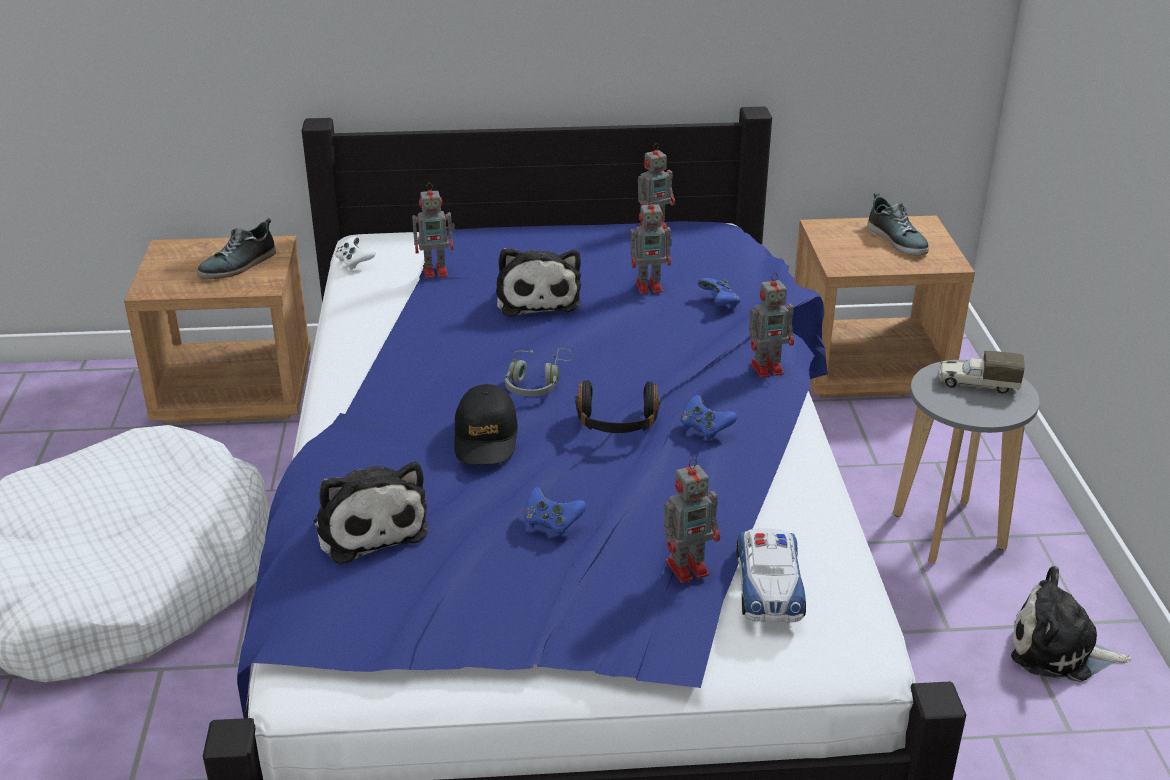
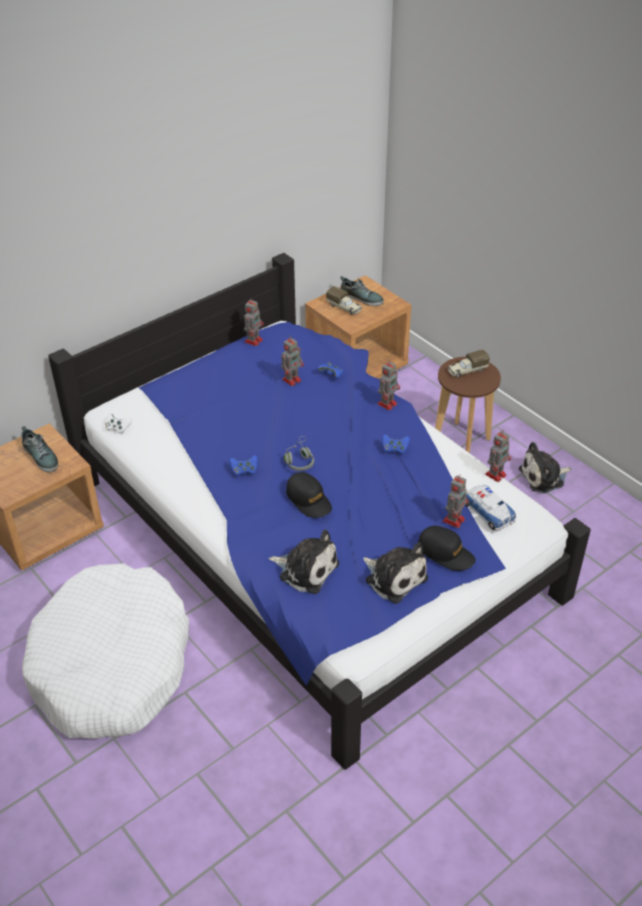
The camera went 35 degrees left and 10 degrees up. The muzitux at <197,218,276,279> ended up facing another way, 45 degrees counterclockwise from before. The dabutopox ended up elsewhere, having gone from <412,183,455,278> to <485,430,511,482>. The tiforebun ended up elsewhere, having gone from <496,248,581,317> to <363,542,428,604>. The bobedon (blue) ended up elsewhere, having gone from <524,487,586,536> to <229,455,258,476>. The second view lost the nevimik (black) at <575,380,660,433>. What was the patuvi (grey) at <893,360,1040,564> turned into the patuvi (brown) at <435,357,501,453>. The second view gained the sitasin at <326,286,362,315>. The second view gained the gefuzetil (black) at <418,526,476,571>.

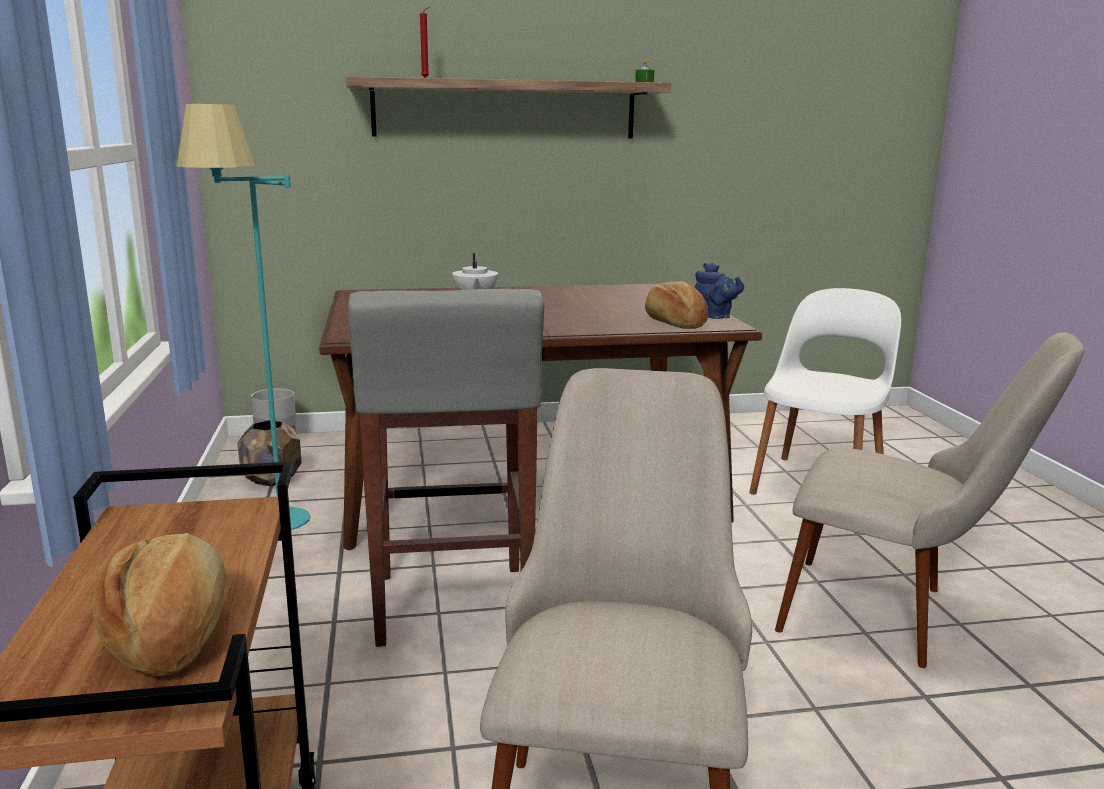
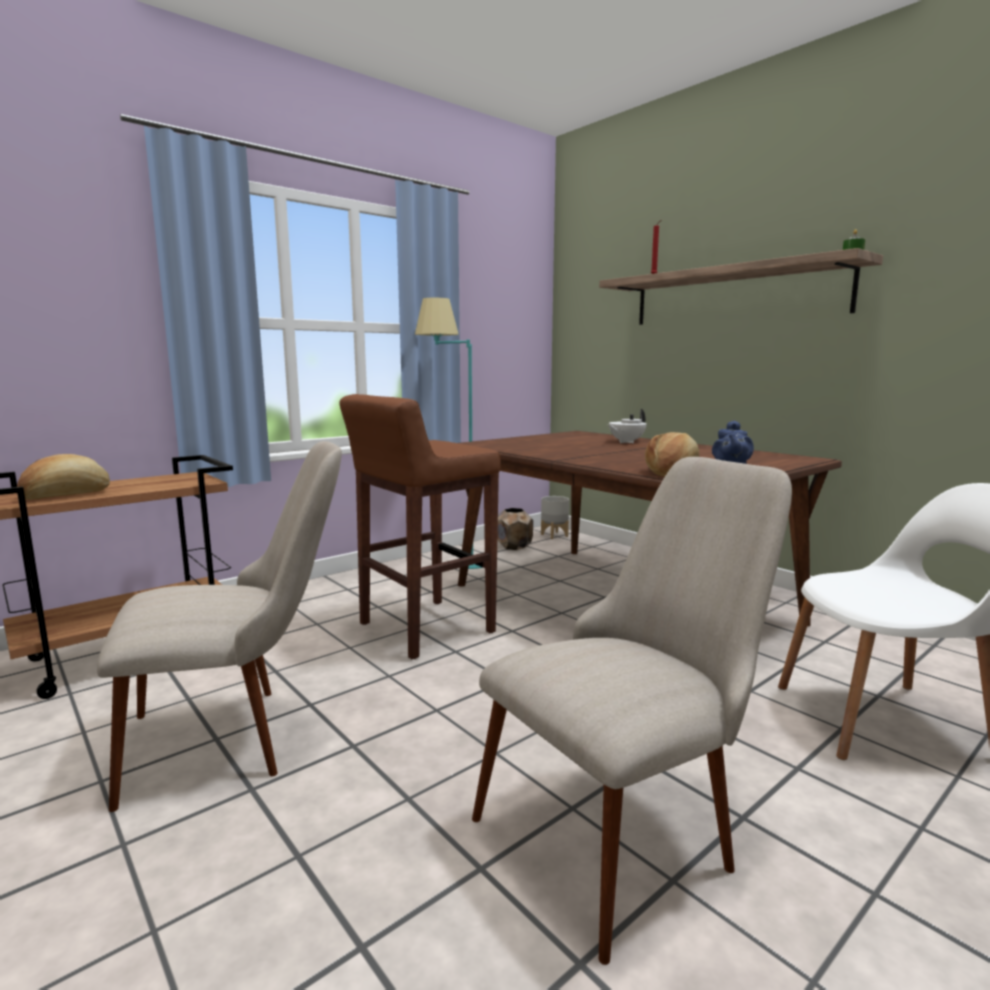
The camera went 60 degrees right and 5 degrees down. What was the patuvi (grey) at <348,289,544,647> turned into the patuvi (brown) at <339,394,501,659>. The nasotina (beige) at <775,332,1085,668> ended up facing another way, 120 degrees counterclockwise from before.

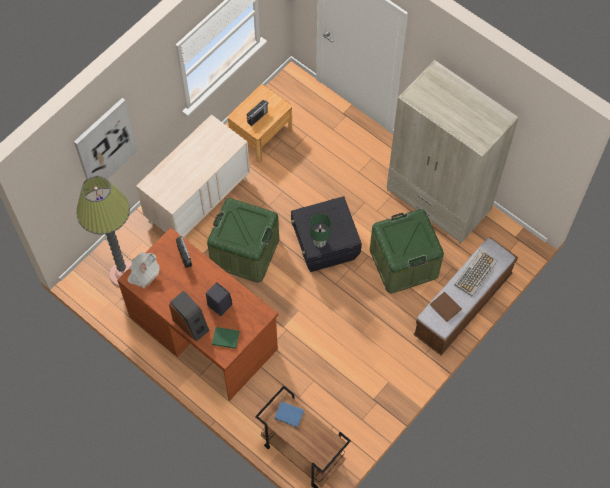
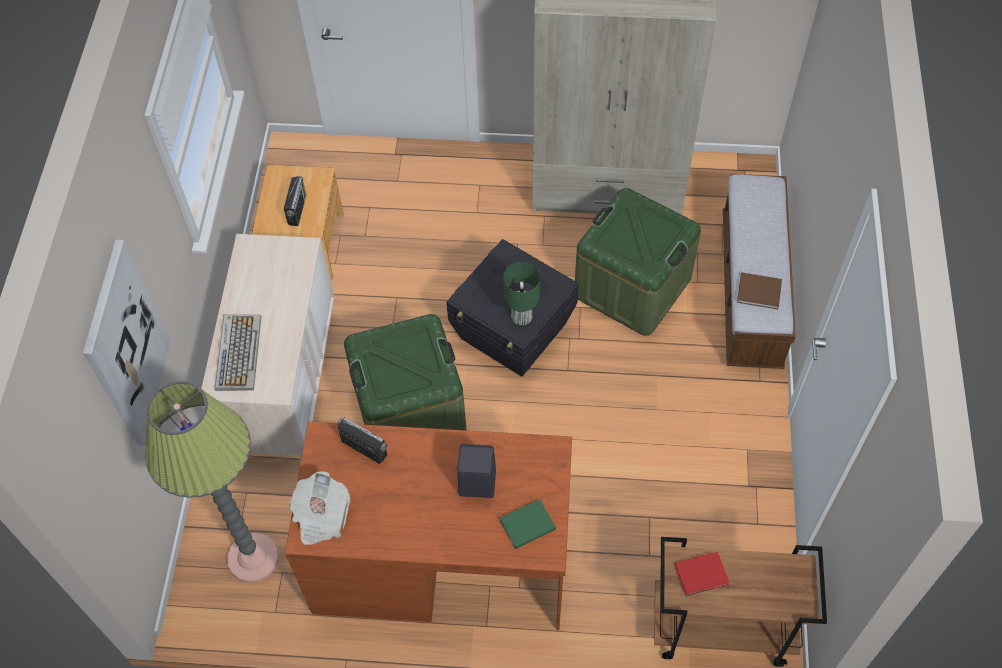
The camera went 35 degrees left and 5 degrees down. The second view lost the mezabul at <169,291,209,342>. What was the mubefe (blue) at <274,401,304,427> turned into the mubefe (red) at <675,552,729,596>. The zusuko ended up elsewhere, having gone from <454,249,497,296> to <214,314,261,391>.

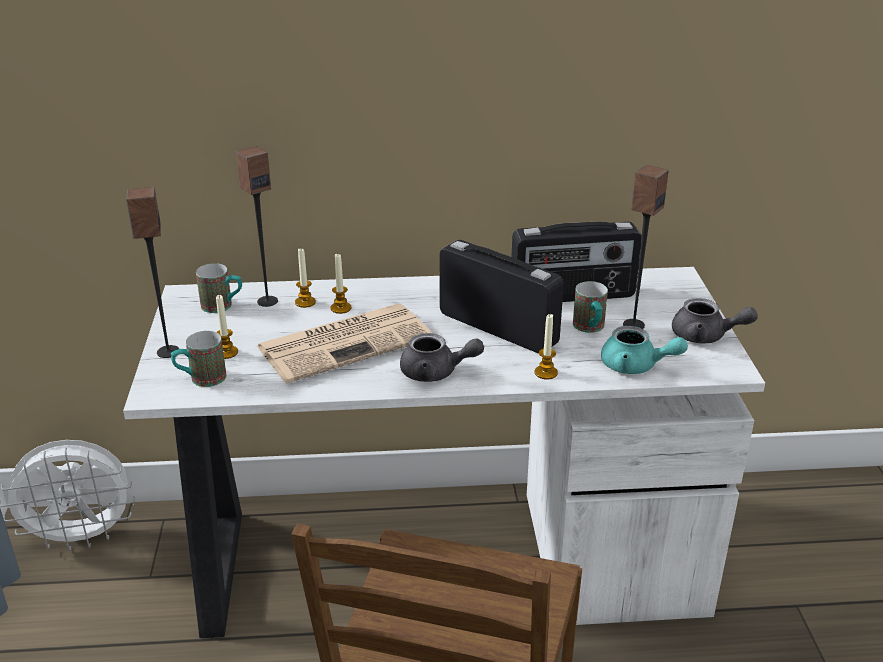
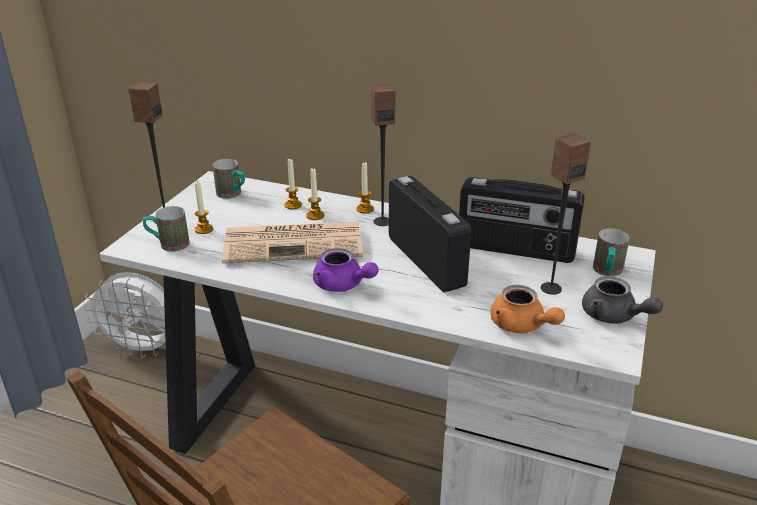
The camera went 25 degrees right and 0 degrees up. The mezabul ended up elsewhere, having gone from <236,146,278,307> to <371,84,395,226>. What was the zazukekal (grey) at <400,333,484,382> turned into the zazukekal (purple) at <313,248,379,292>. The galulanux ended up elsewhere, having gone from <535,314,558,380> to <356,162,374,213>. The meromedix ended up elsewhere, having gone from <573,281,608,333> to <593,228,630,277>. What was the zazukekal (turquoise) at <601,326,688,374> turned into the zazukekal (orange) at <490,285,565,333>.

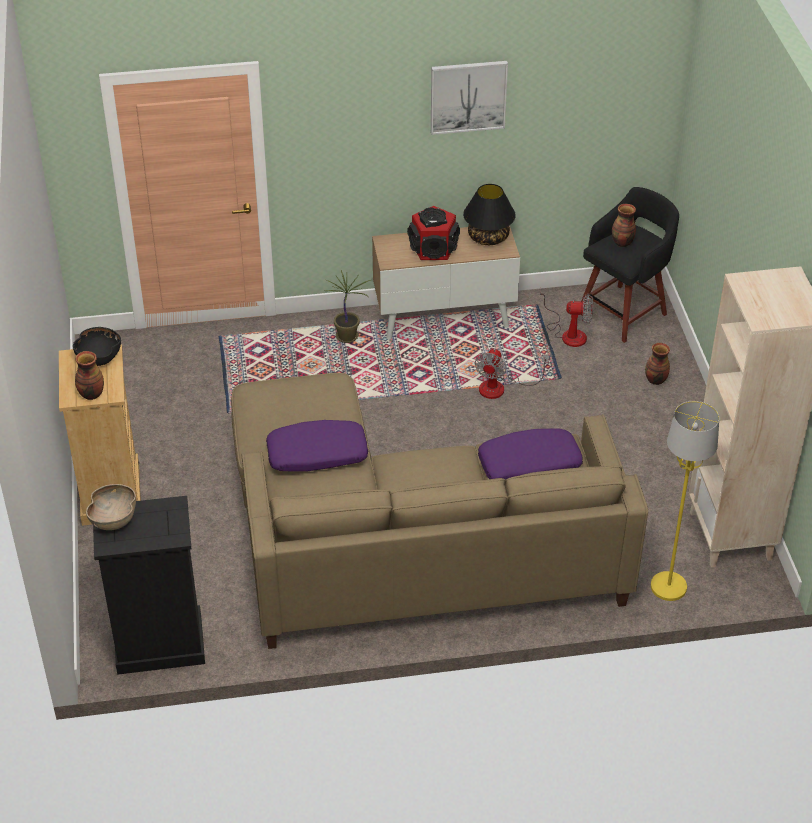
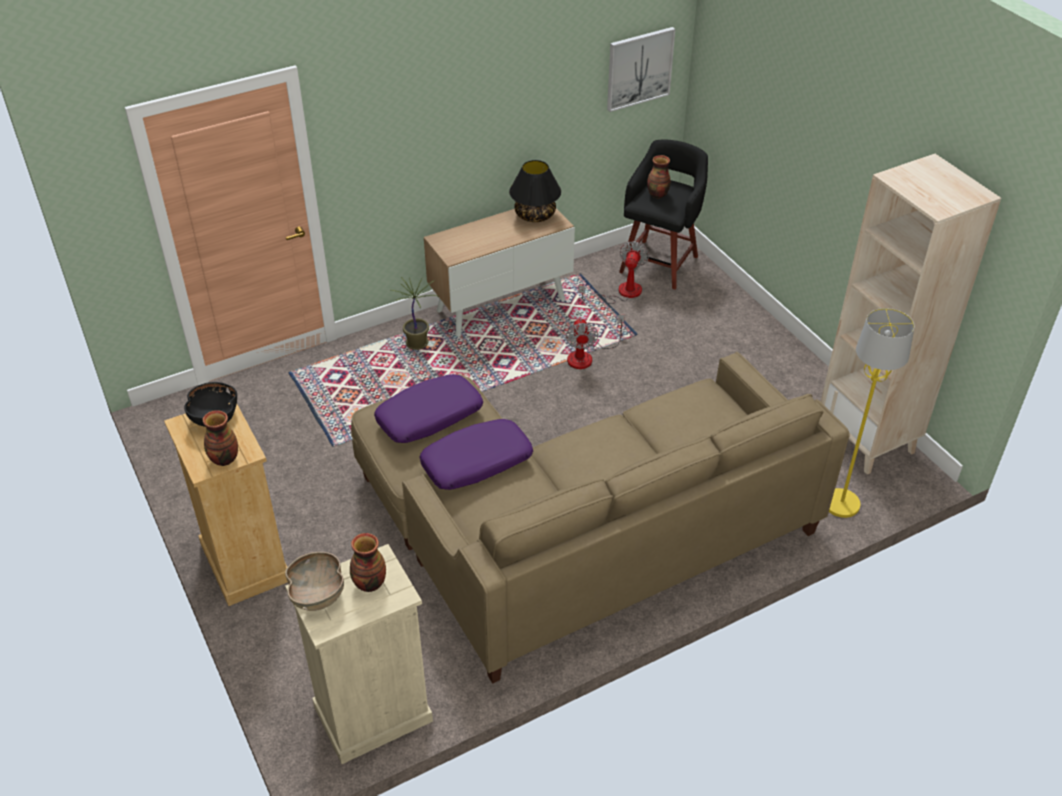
The camera went 20 degrees left and 0 degrees up. What was the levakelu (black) at <93,496,205,675> turned into the levakelu (beige) at <285,544,433,764>. The second view lost the mezabul at <407,206,460,260>. The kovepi ended up elsewhere, having gone from <431,61,508,135> to <607,27,675,112>. The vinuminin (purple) ended up elsewhere, having gone from <478,428,583,480> to <374,374,483,443>. The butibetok at <540,288,593,347> ended up facing another way, 60 degrees counterclockwise from before. The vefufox ended up elsewhere, having gone from <645,343,670,385> to <350,533,386,592>.

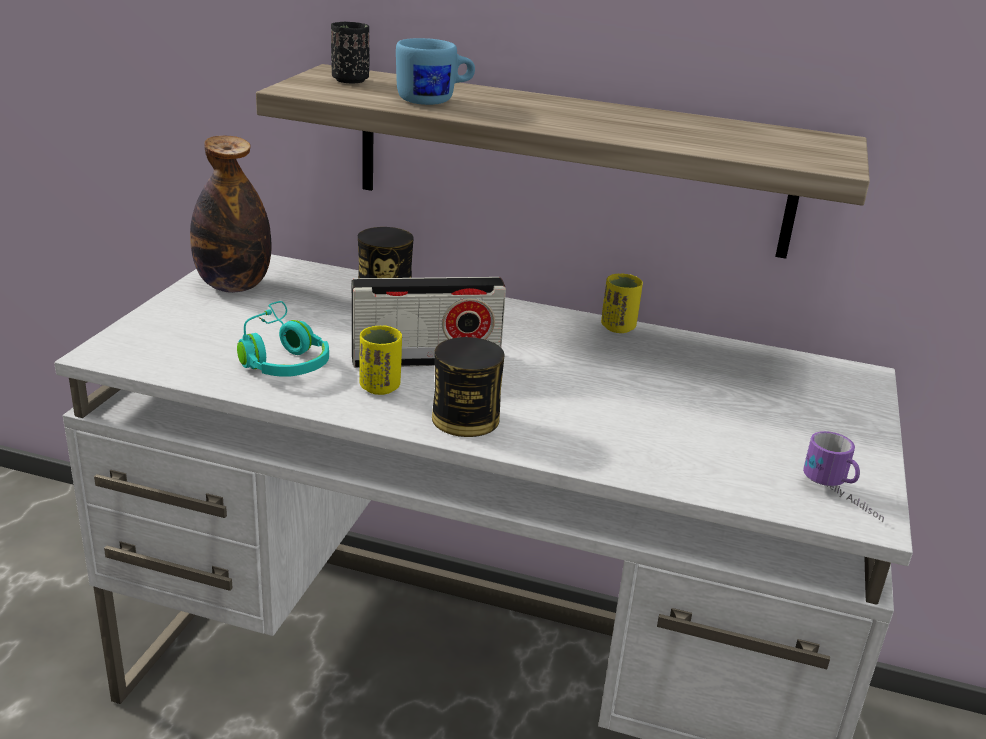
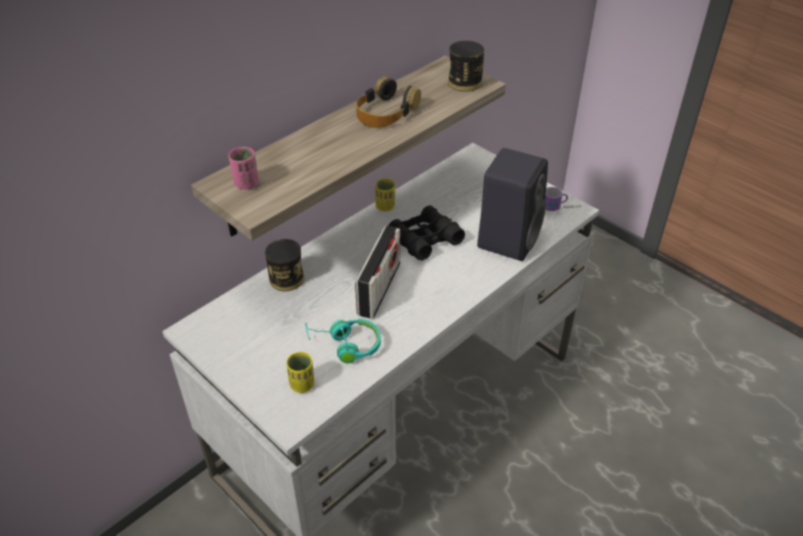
The camera went 60 degrees left and 15 degrees up. The second view lost the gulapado at <190,136,272,293>. What was the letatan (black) at <331,22,369,83> turned into the letatan (pink) at <228,147,259,189>. The letatan (yellow) ended up elsewhere, having gone from <359,326,402,395> to <286,352,314,393>. The second view lost the meromedix (blue) at <396,38,475,105>. The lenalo ended up elsewhere, having gone from <432,337,505,437> to <448,41,484,92>. The second view gained the nevimik at <356,76,421,128>. The second view gained the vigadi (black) at <389,205,465,261>. The second view gained the mezabul (black) at <477,148,548,261>.

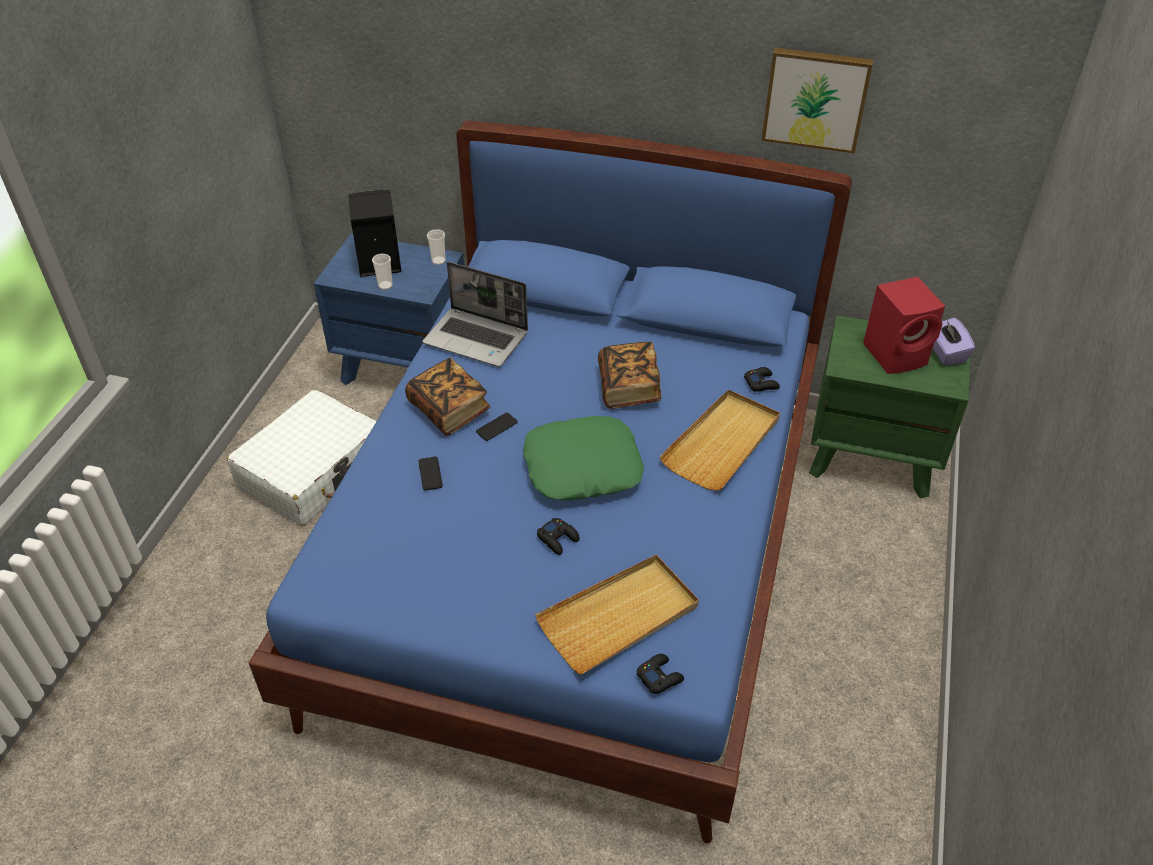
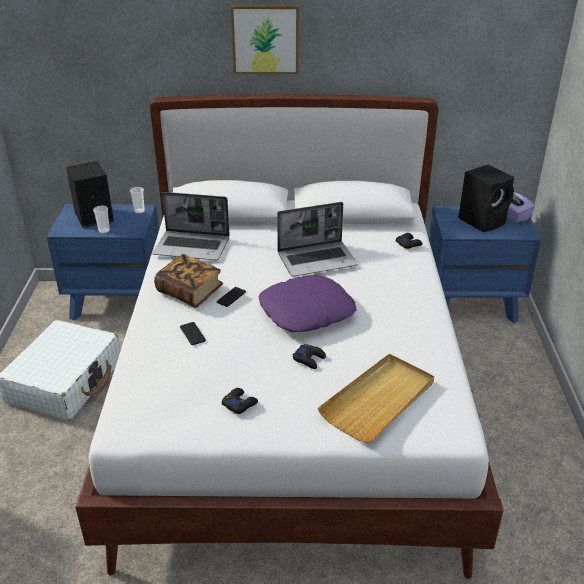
The camera went 15 degrees left and 10 degrees down. What was the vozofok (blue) at <249,120,852,844> turned into the vozofok (white) at <75,94,504,579>. What was the vinuminin (green) at <523,416,644,500> turned into the vinuminin (purple) at <259,275,357,332>. Where the mubefe stood at <598,342,661,409>, the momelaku came to stand at <277,202,358,277>. The bobedon (black) ended up elsewhere, having gone from <636,654,684,694> to <222,388,258,414>. The second view lost the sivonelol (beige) at <659,390,780,491>. The kovepi ended up elsewhere, having gone from <761,48,873,154> to <231,5,299,74>. What was the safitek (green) at <809,315,970,499> turned into the safitek (blue) at <429,206,542,323>. What was the mezabul (red) at <863,277,945,374> turned into the mezabul (black) at <458,165,514,232>.

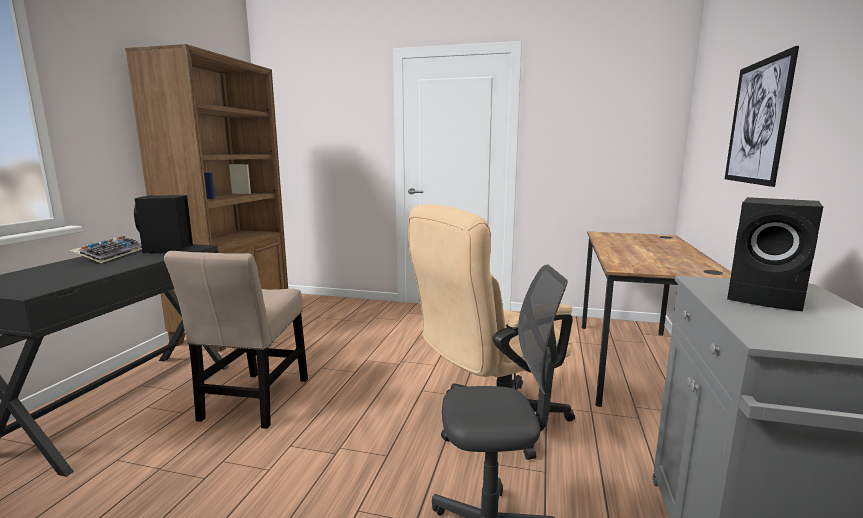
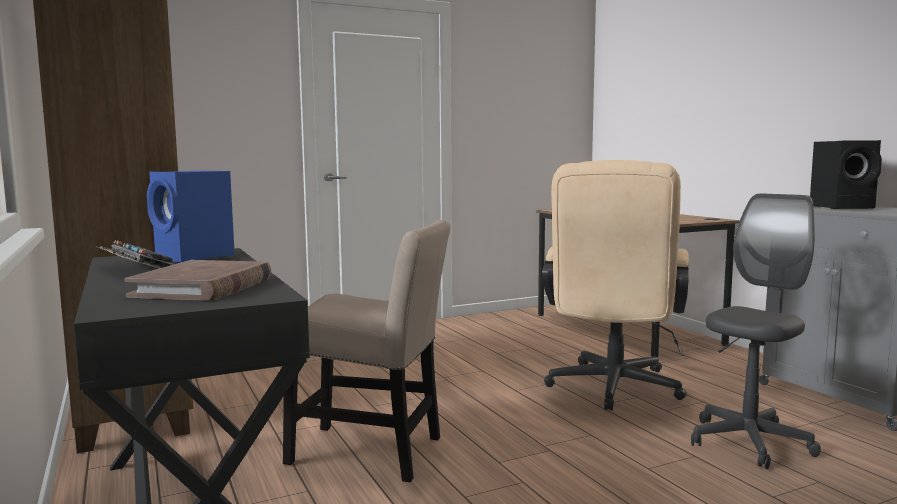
The camera went 40 degrees left and 5 degrees down. What was the mezabul (black) at <134,195,193,253> turned into the mezabul (blue) at <147,171,235,262>. The nasotina (beige) at <164,251,308,429> ended up facing another way, 45 degrees counterclockwise from before. The second view lost the kovepi at <725,46,799,187>. The second view gained the mubefe (brown) at <125,260,272,301>.

